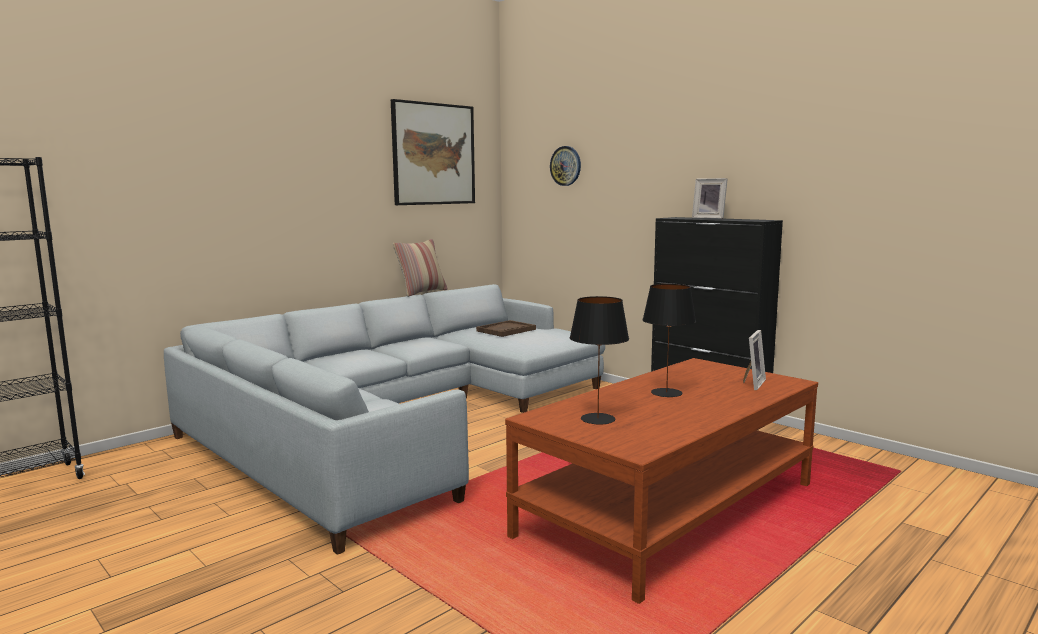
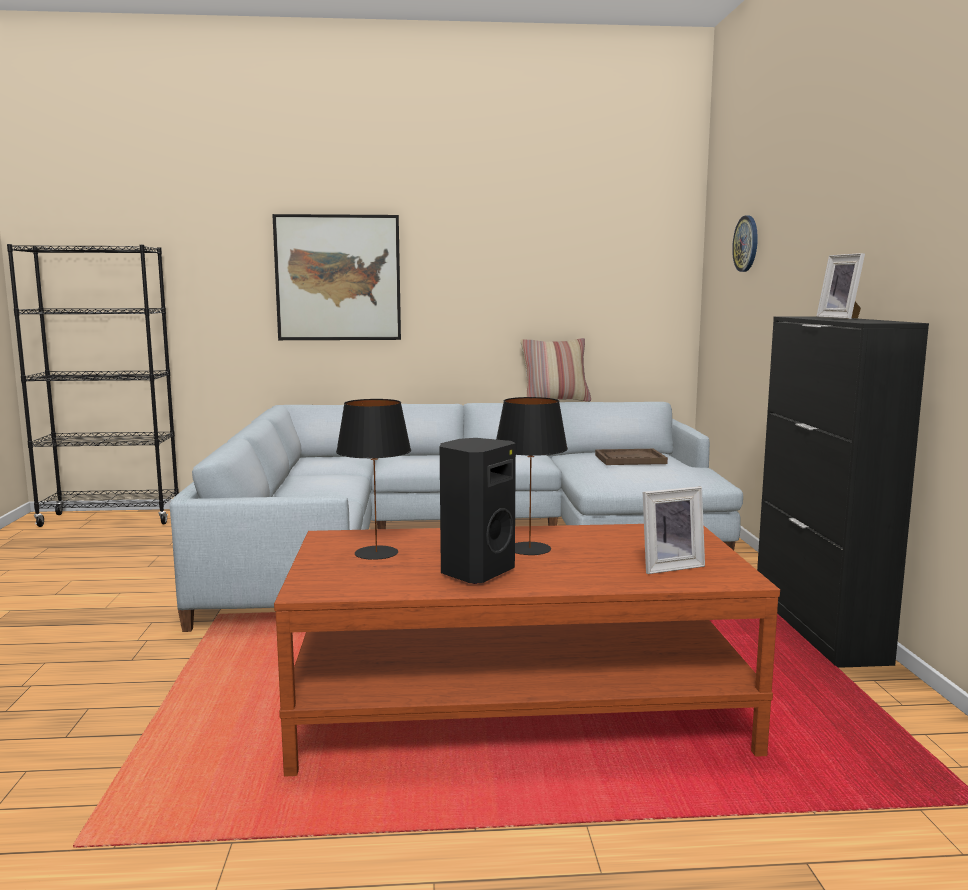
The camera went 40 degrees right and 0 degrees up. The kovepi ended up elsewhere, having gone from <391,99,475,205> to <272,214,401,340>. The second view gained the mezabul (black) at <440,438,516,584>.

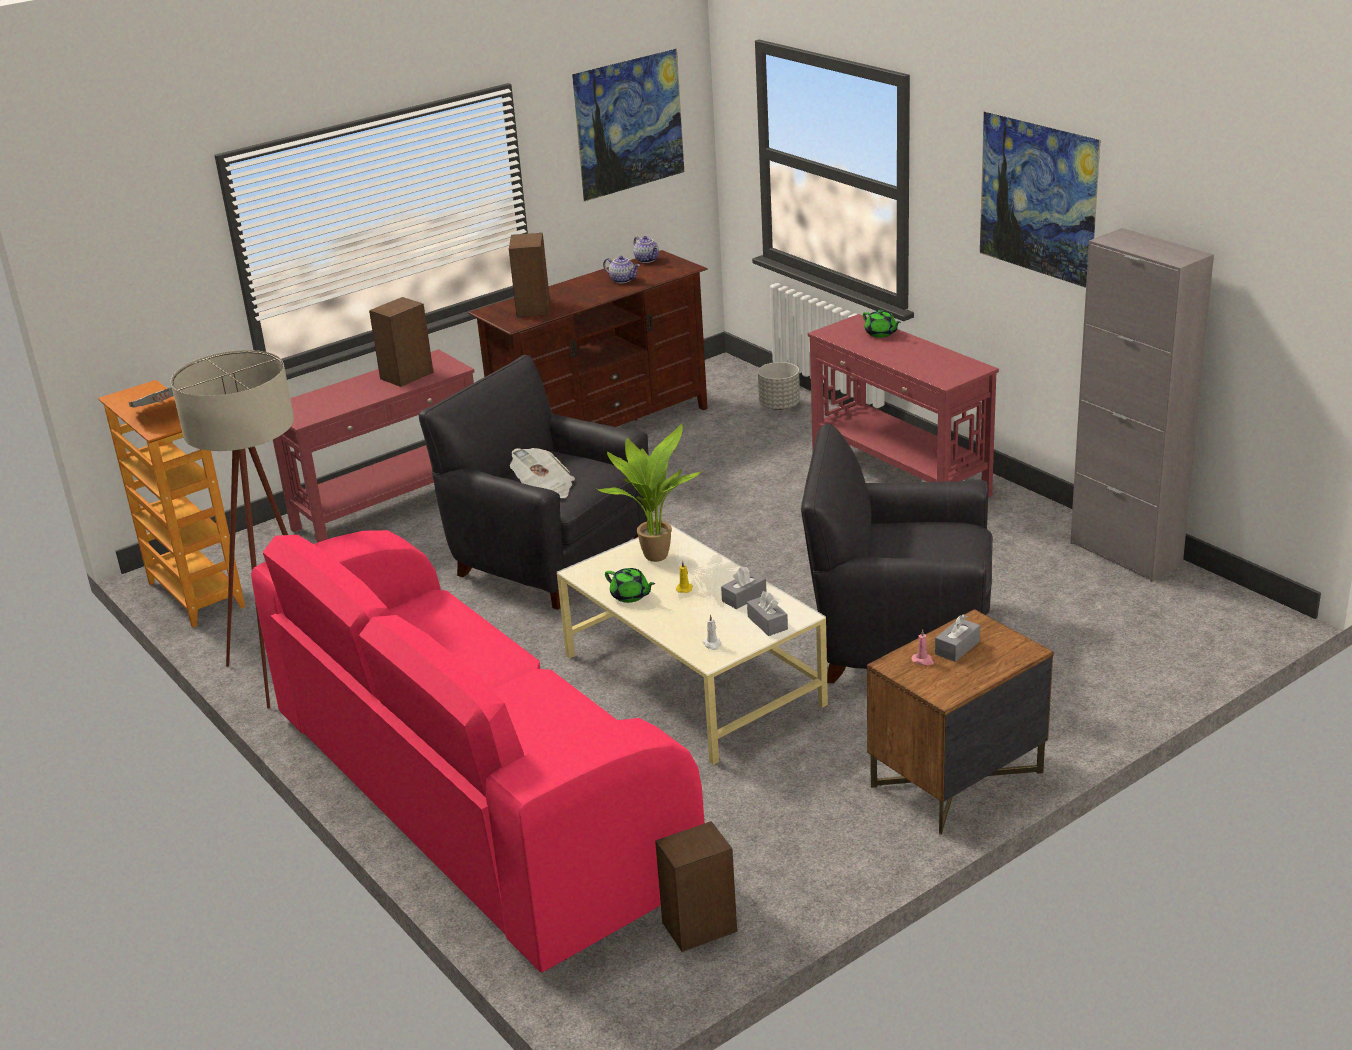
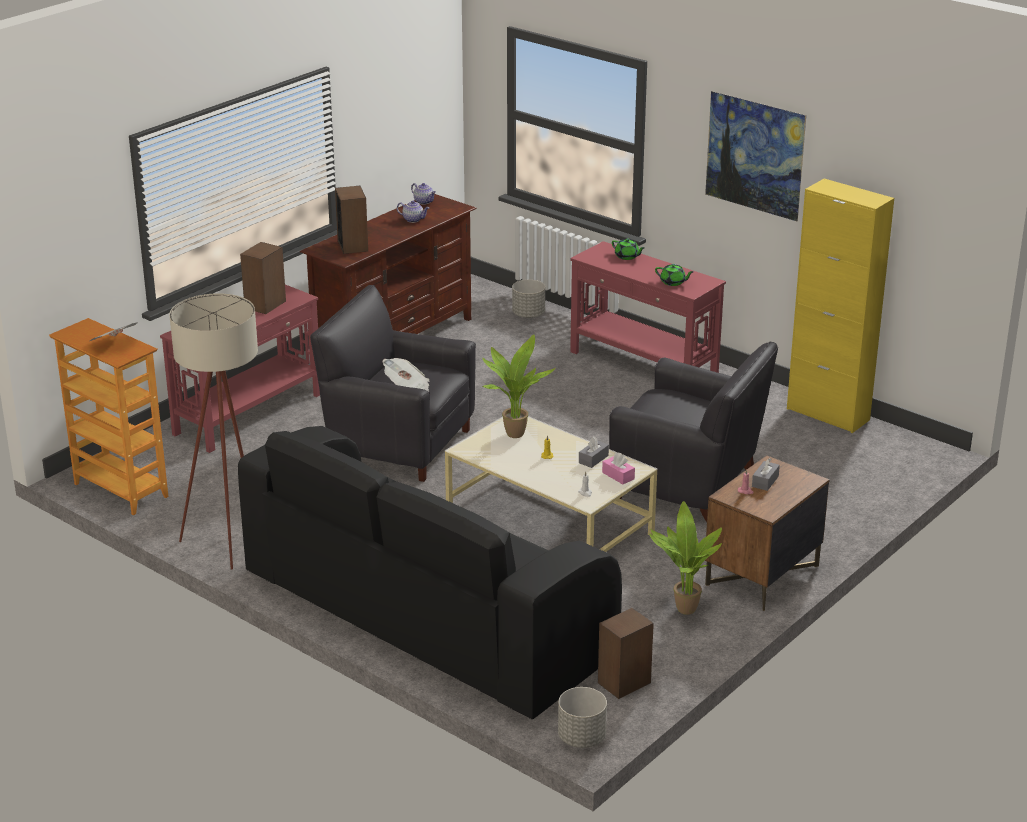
The camera went 15 degrees left and 0 degrees up. What was the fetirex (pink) at <251,530,704,972> turned into the fetirex (black) at <238,426,622,719>. The second view lost the kovepi at <572,49,684,201>. The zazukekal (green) ended up elsewhere, having gone from <605,568,655,603> to <655,264,694,286>. What was the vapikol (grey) at <747,591,788,636> turned into the vapikol (pink) at <602,453,635,484>. The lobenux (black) at <801,424,993,683> ended up facing another way, 150 degrees counterclockwise from before. What was the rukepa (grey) at <1070,228,1214,582> turned into the rukepa (yellow) at <787,179,894,433>. The second view gained the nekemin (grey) at <558,687,607,748>. The second view gained the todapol at <649,501,722,615>.

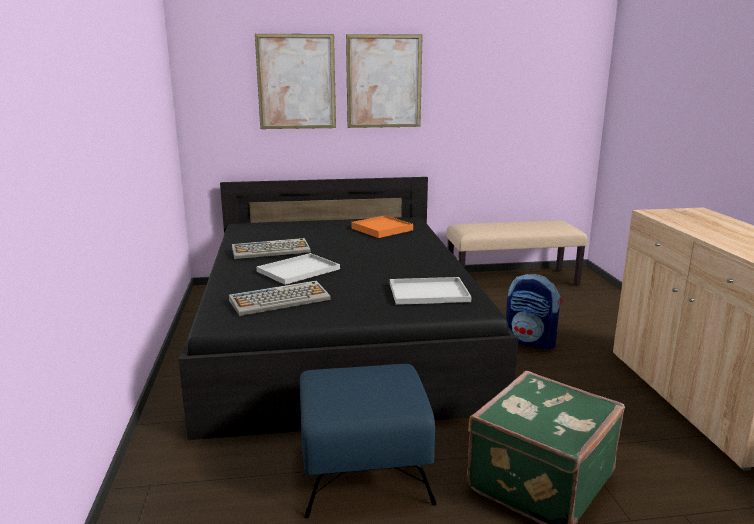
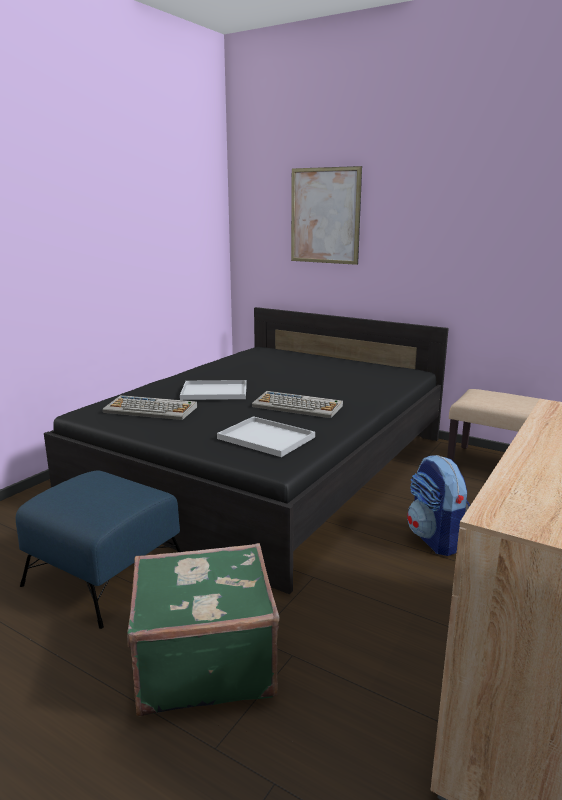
The camera went 40 degrees right and 0 degrees up. The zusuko ended up elsewhere, having gone from <232,238,311,259> to <252,391,343,418>. The second view lost the kovepi at <346,34,423,128>. The second view lost the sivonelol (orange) at <351,215,413,238>.

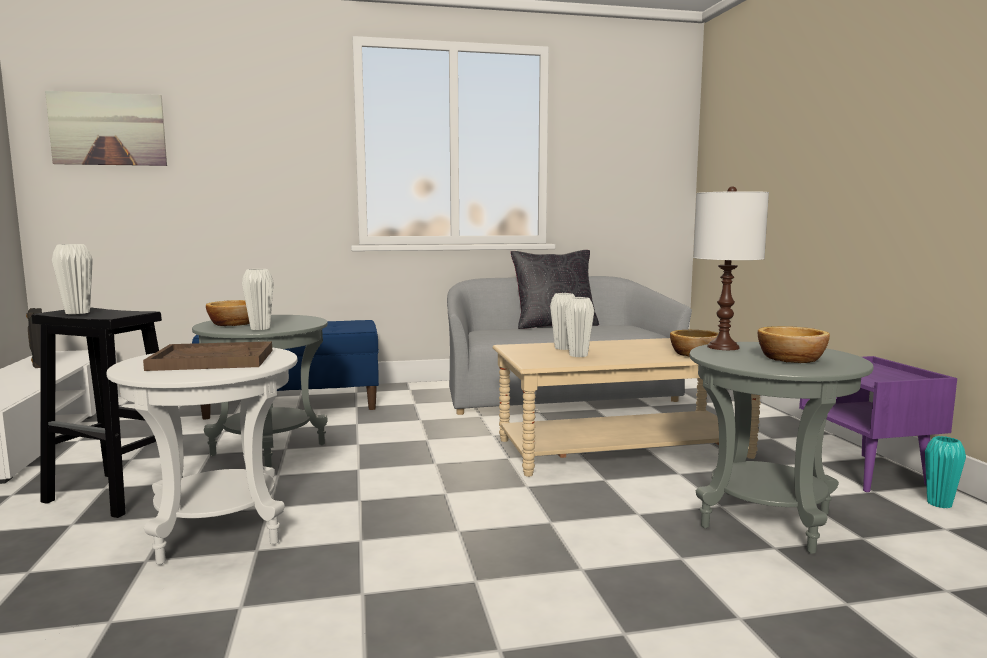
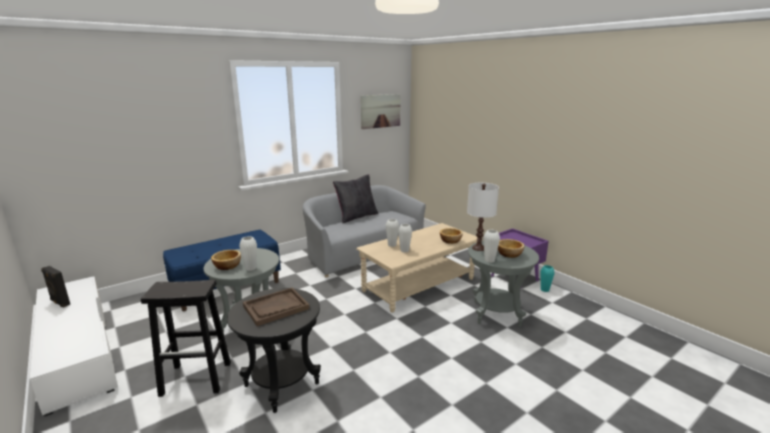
The camera went 25 degrees left and 10 degrees up. The kovepi ended up elsewhere, having gone from <45,91,167,166> to <361,94,401,129>. The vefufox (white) ended up elsewhere, having gone from <52,244,93,314> to <483,230,500,263>. What was the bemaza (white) at <106,347,298,565> turned into the bemaza (black) at <227,288,321,413>.

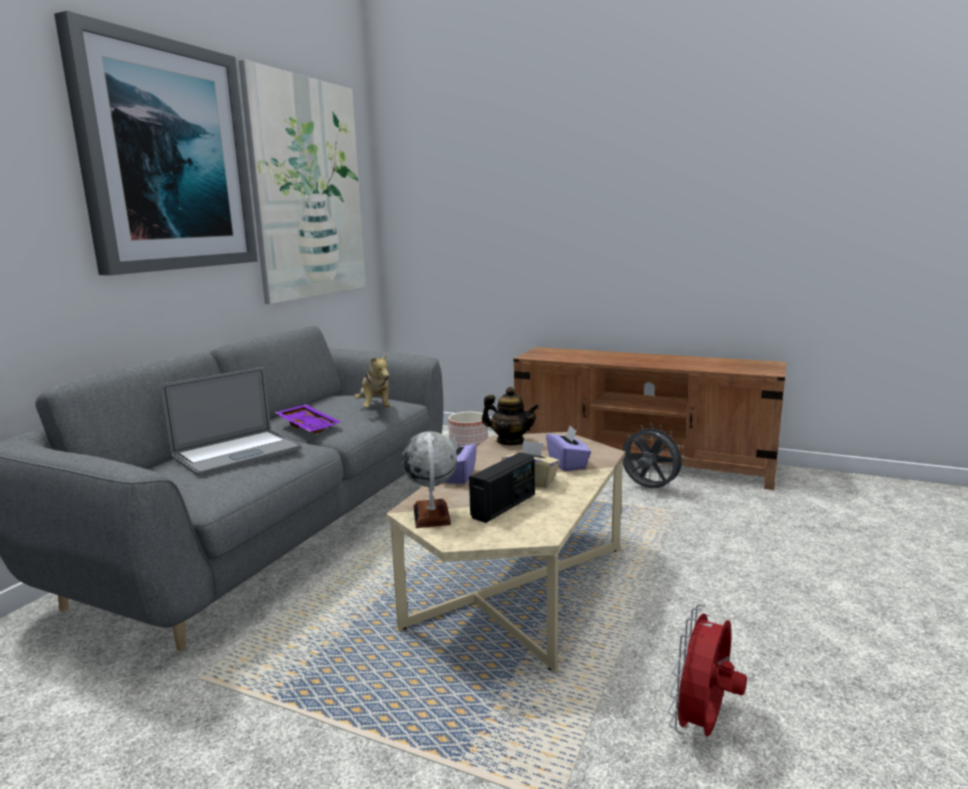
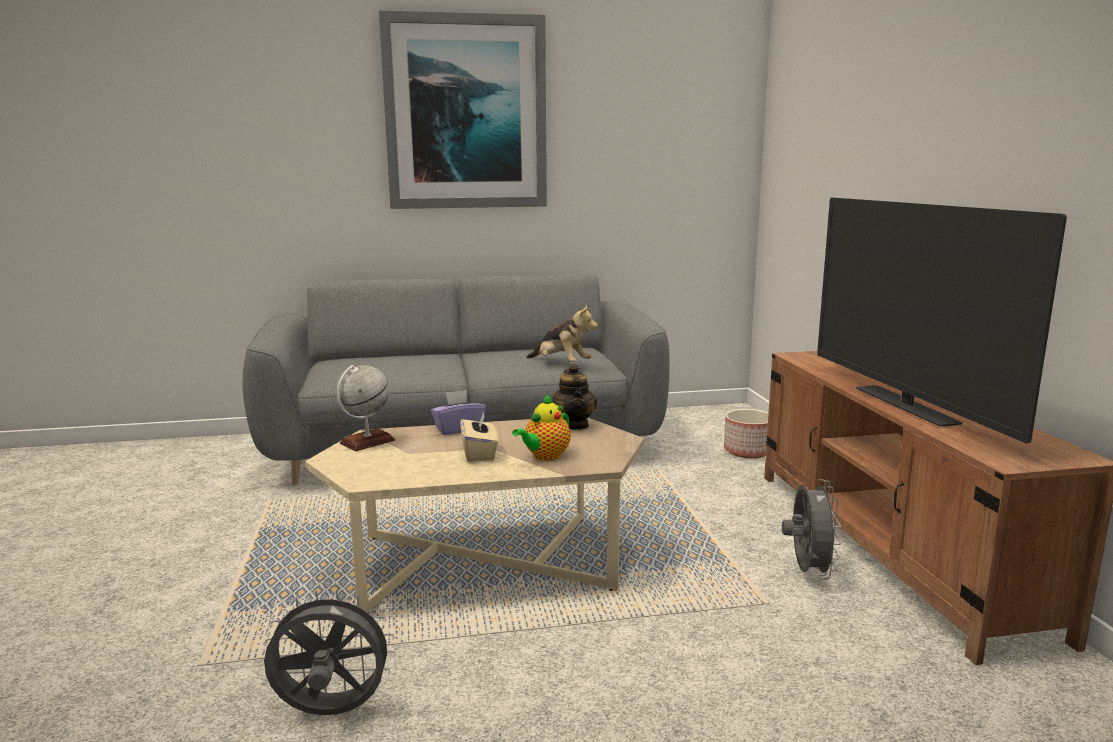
The camera went 55 degrees right and 0 degrees up. The second view lost the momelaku at <160,367,302,476>. The second view lost the kovepi at <239,59,366,304>. The second view lost the sivonelol (purple) at <275,404,341,434>. The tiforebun at <354,353,390,408> ended up facing another way, 90 degrees counterclockwise from before. The second view lost the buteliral at <469,452,535,523>. Where the vapikol (purple) stood at <546,426,591,471>, the zazukekal came to stand at <512,394,571,461>. What was the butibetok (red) at <668,604,747,737> turned into the butibetok (grey) at <263,589,396,715>. The second view gained the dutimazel at <817,197,1067,443>.

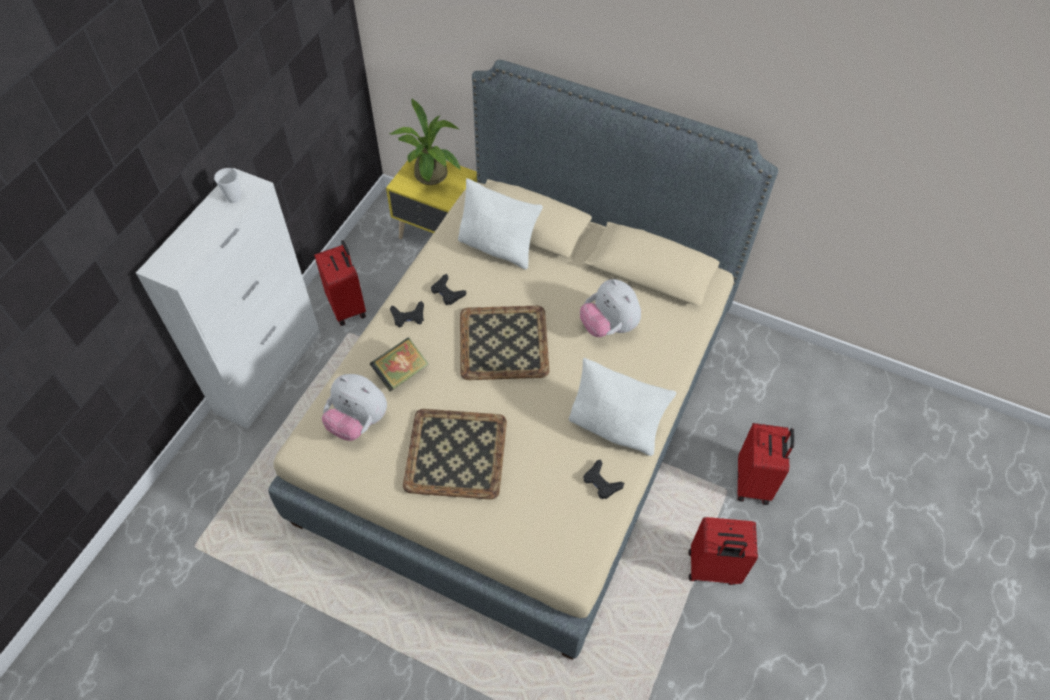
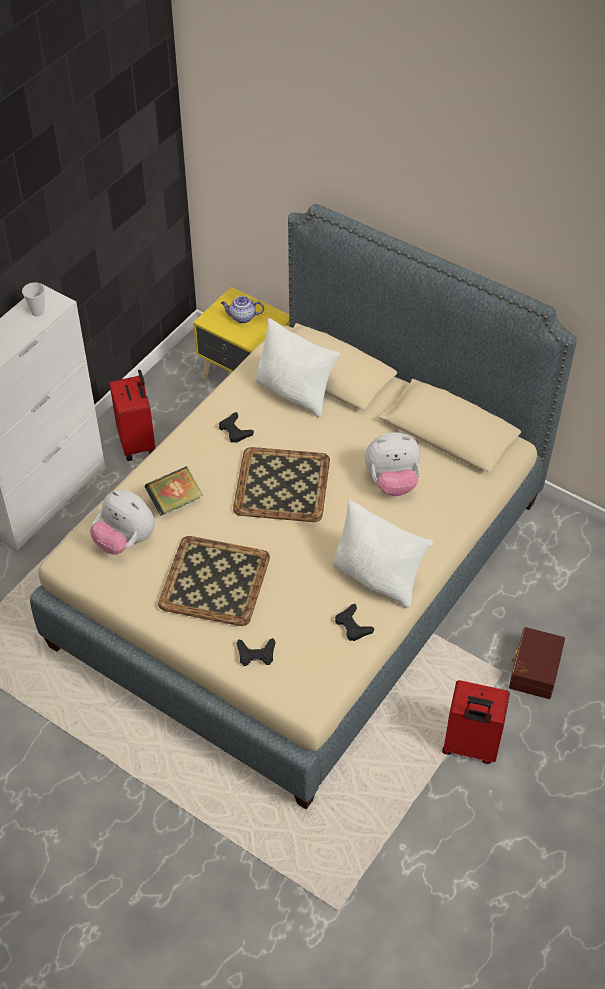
The camera went 10 degrees right and 5 degrees down. Where the todapol stood at <389,98,460,185>, the zazukekal came to stand at <221,296,264,323>. The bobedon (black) ended up elsewhere, having gone from <390,301,424,327> to <237,638,275,666>. The tiforebun at <580,279,641,337> ended up facing another way, 75 degrees counterclockwise from before. Where the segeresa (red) stood at <738,423,794,505>, the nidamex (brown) came to stand at <509,627,565,699>.

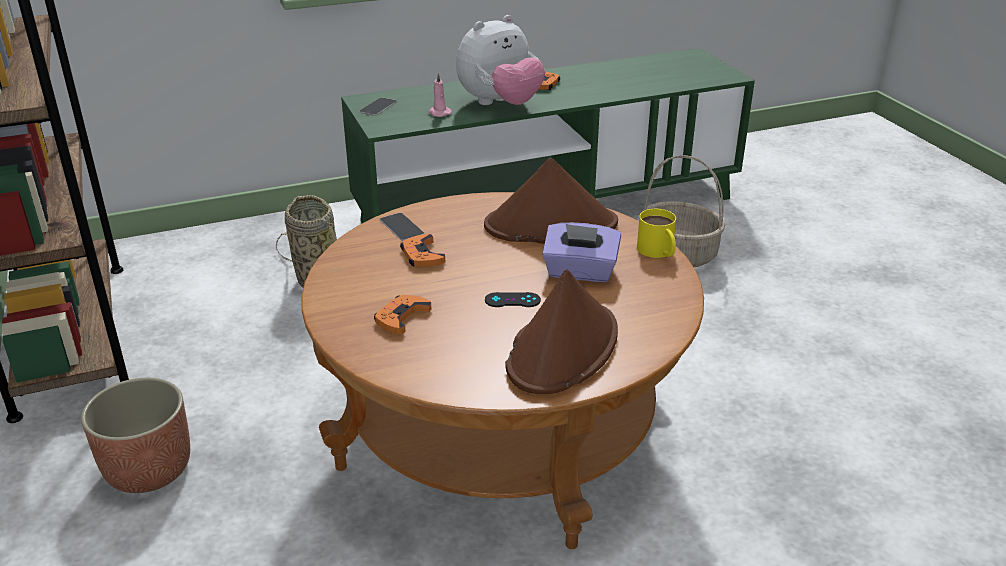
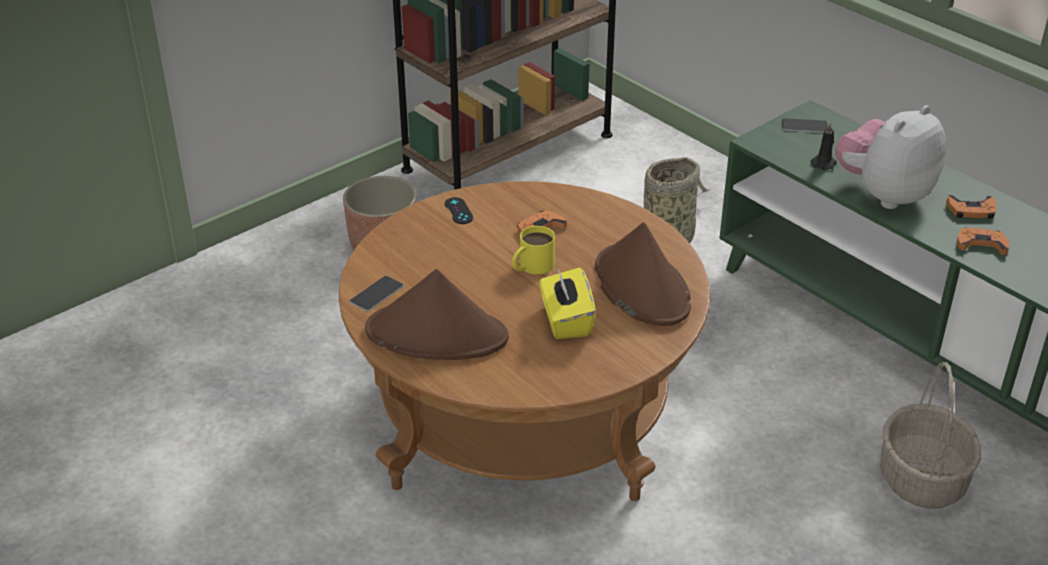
The camera went 70 degrees right and 5 degrees up. The bobedon (orange) ended up elsewhere, having gone from <374,295,431,334> to <957,227,1009,255>. The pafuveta ended up elsewhere, having gone from <380,213,425,241> to <349,276,404,312>. What was the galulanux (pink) at <428,73,452,117> turned into the galulanux (black) at <810,122,837,170>. The tiforebun at <456,15,545,105> ended up facing another way, 105 degrees clockwise from before. The bobedon (black) ended up elsewhere, having gone from <485,292,541,307> to <445,197,473,224>. What was the vapikol (purple) at <542,223,621,282> turned into the vapikol (yellow) at <540,267,596,339>. The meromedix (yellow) ended up elsewhere, having gone from <637,209,676,258> to <512,226,555,274>.

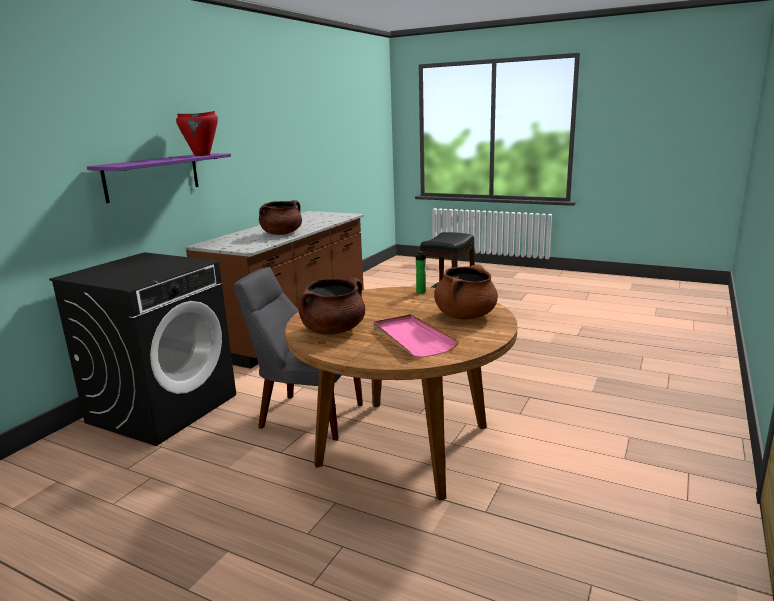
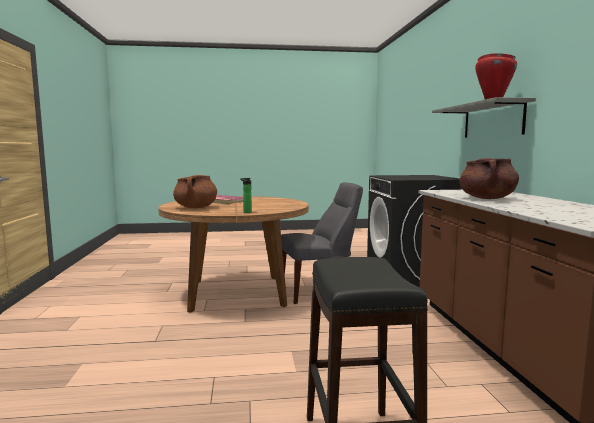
The camera went 145 degrees right and 10 degrees down. What was the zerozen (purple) at <87,154,231,203> turned into the zerozen (grey) at <432,97,536,137>. The second view lost the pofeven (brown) at <298,278,365,335>.

